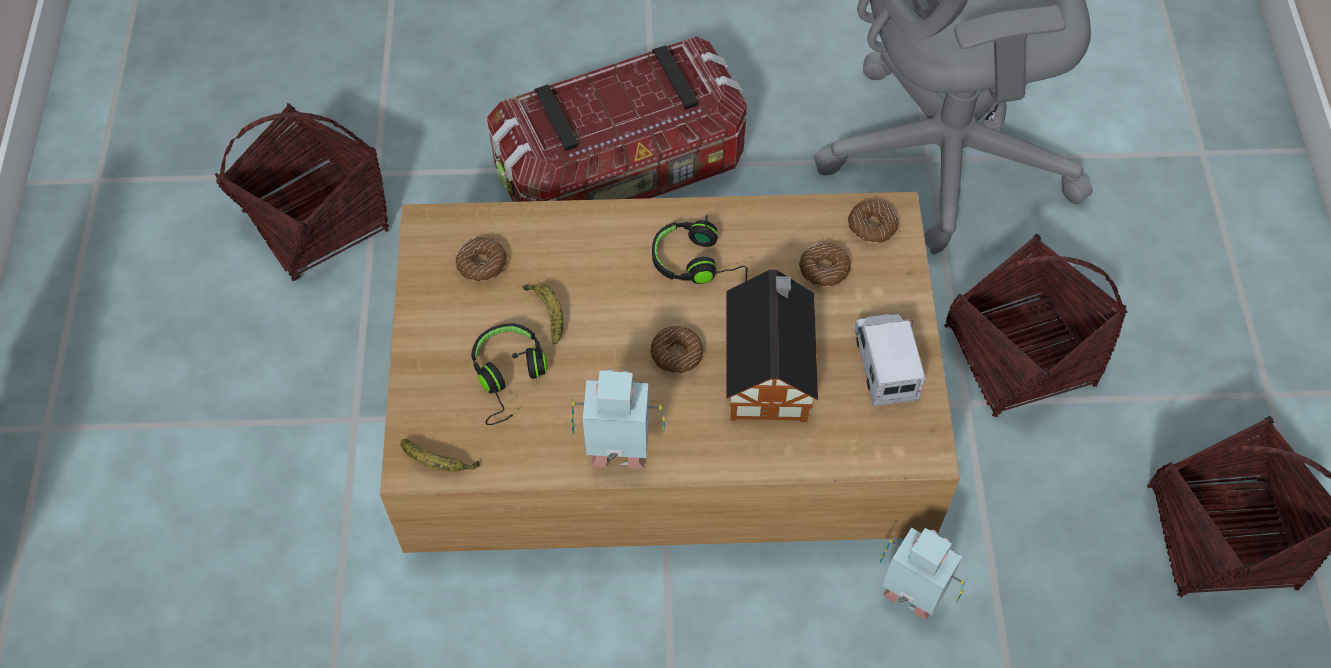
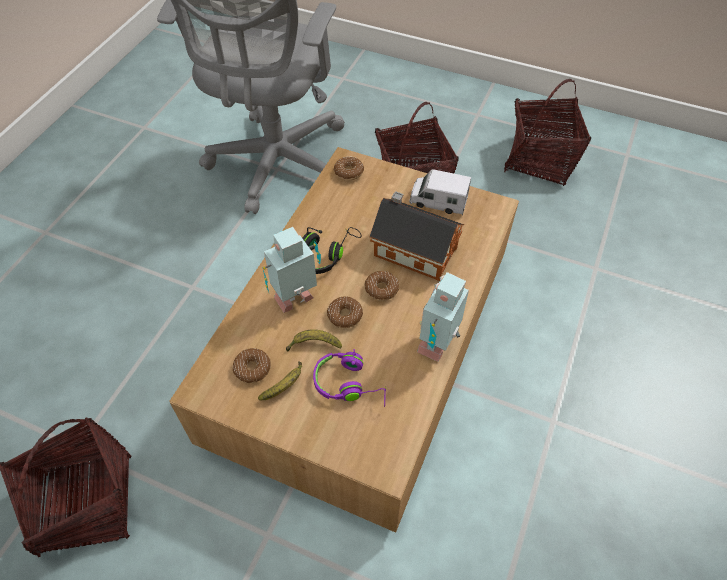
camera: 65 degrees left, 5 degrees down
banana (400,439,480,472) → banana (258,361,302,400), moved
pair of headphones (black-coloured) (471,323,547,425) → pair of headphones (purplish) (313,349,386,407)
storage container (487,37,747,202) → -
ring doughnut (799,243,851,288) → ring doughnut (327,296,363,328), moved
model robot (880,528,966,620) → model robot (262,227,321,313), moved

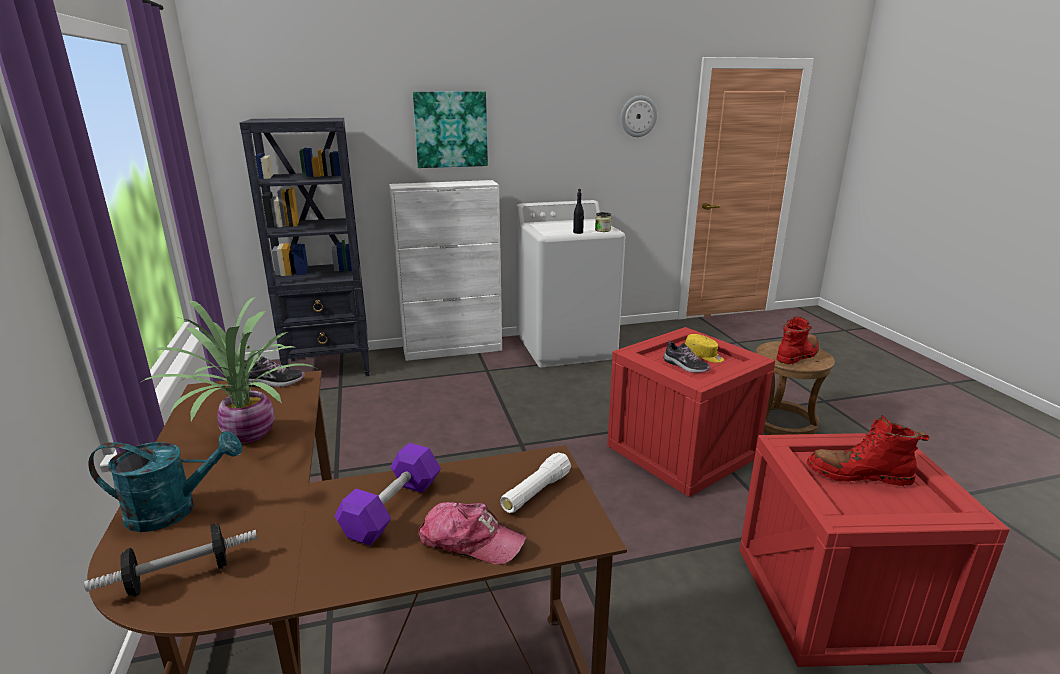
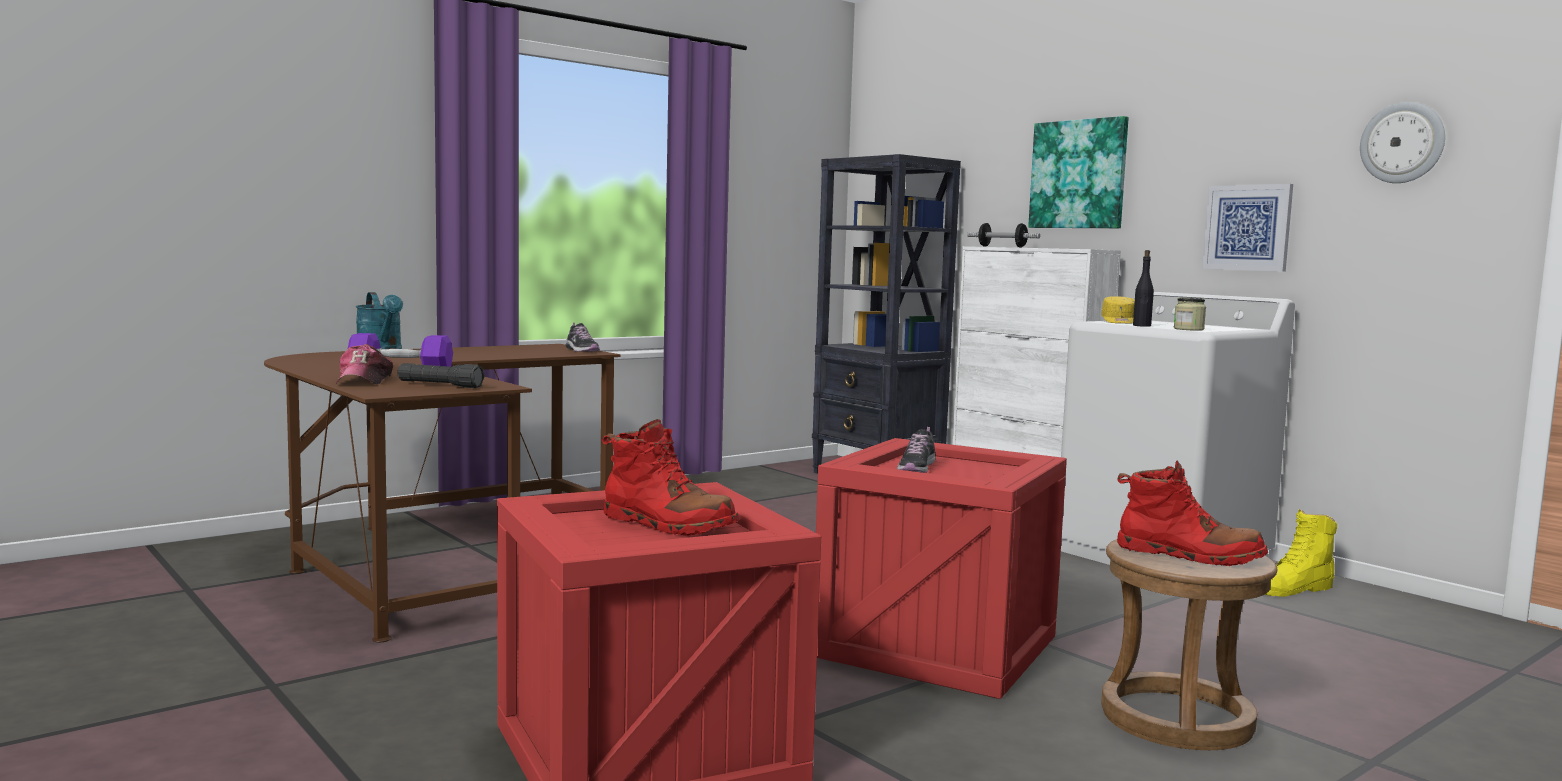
camera: 65 degrees right, 15 degrees down
hand weight (84,524,258,597) → hand weight (967,223,1040,247), moved
houseplant (140,297,315,443) → -
torch (white) (500,453,571,513) → torch (black-coloured) (397,363,485,388)
cap (yellow) (685,334,724,363) → cap (yellow) (1101,296,1135,324), moved
high-top boot (red-coloured) (807,415,929,486) → high-top boot (red-coloured) (601,419,739,536), 135 degrees clockwise
- → picture (1202,184,1293,272)
- → high-top boot (yellow) (1265,509,1337,597)

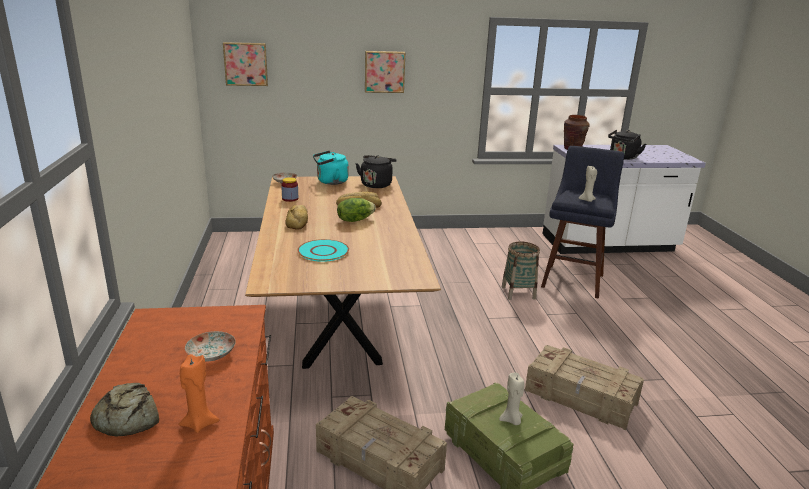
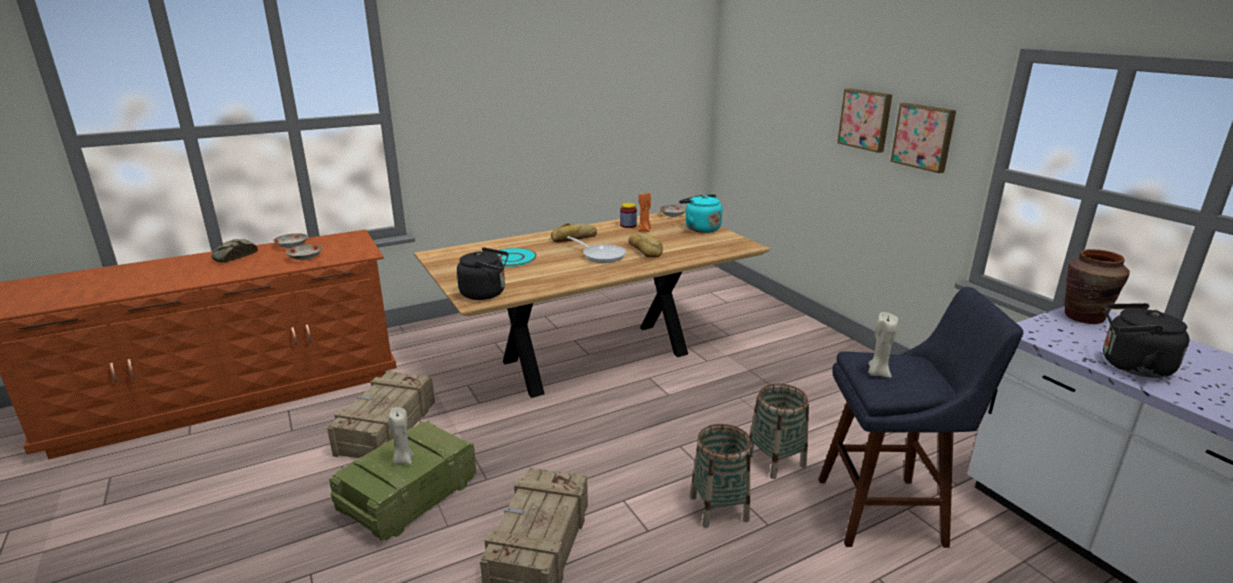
camera: 70 degrees right, 0 degrees up
wax light (orange) (178,354,219,433) → wax light (orange) (638,192,651,232), moved
picture (223,42,268,86) → picture (890,103,956,173), moved
lettuce head (337,198,376,222) → frying pan (567,236,626,263)
water kettle (black-coloured) (356,155,397,188) → water kettle (black-coloured) (457,247,509,300), moved
- → flat dish (273,233,308,248)
- → household basket (690,424,752,528)

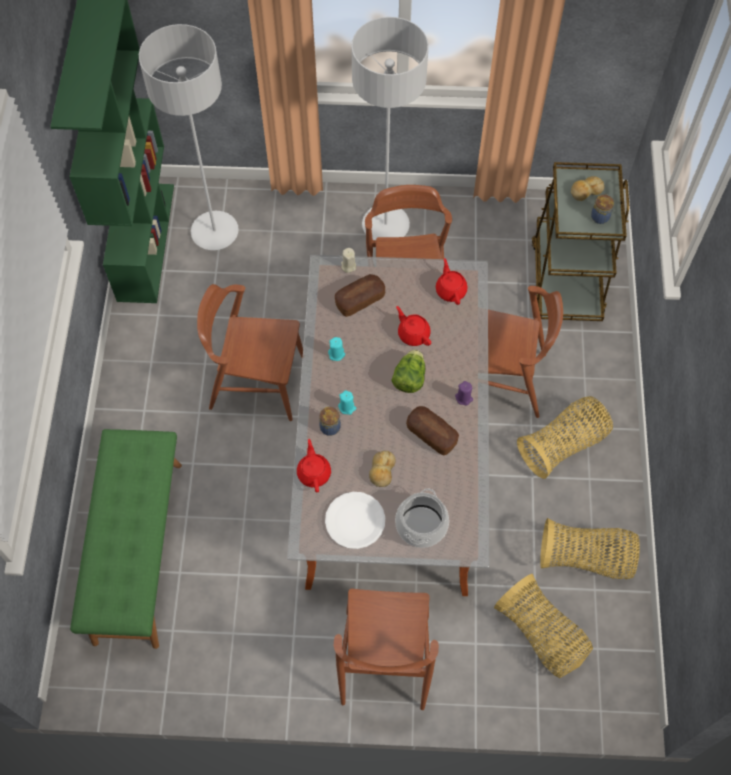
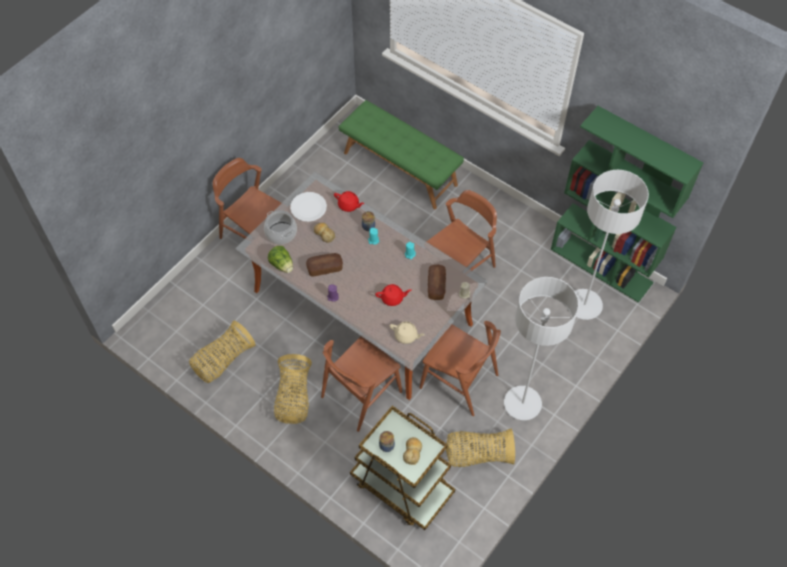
camera: 125 degrees right, 5 degrees down
lettuce head (391,349,425,393) → lettuce head (268,246,293,273), moved
pot for tea (red-coloured) (436,258,468,305) → pot for tea (sand-coloured) (390,321,425,344)
household basket (494,574,593,678) → household basket (446,429,515,467), moved

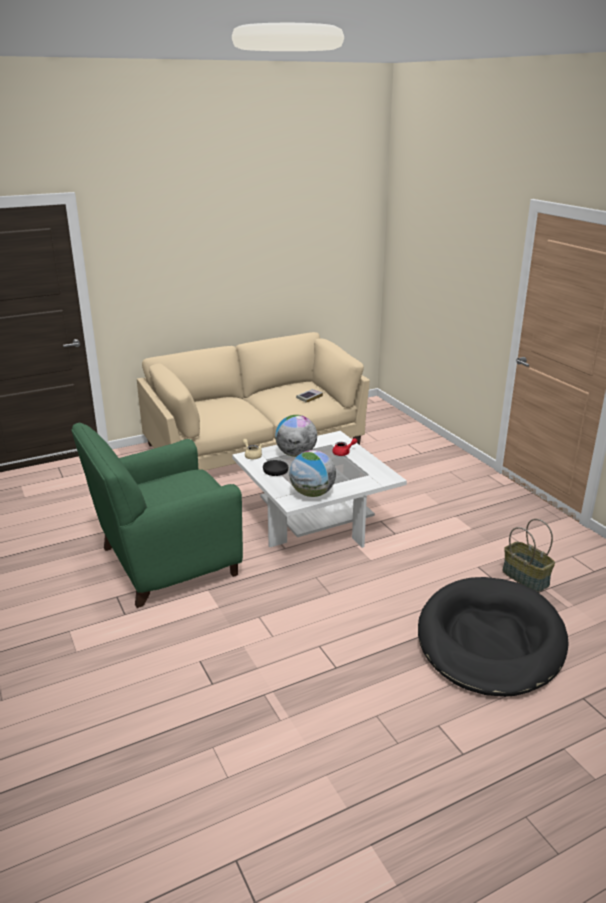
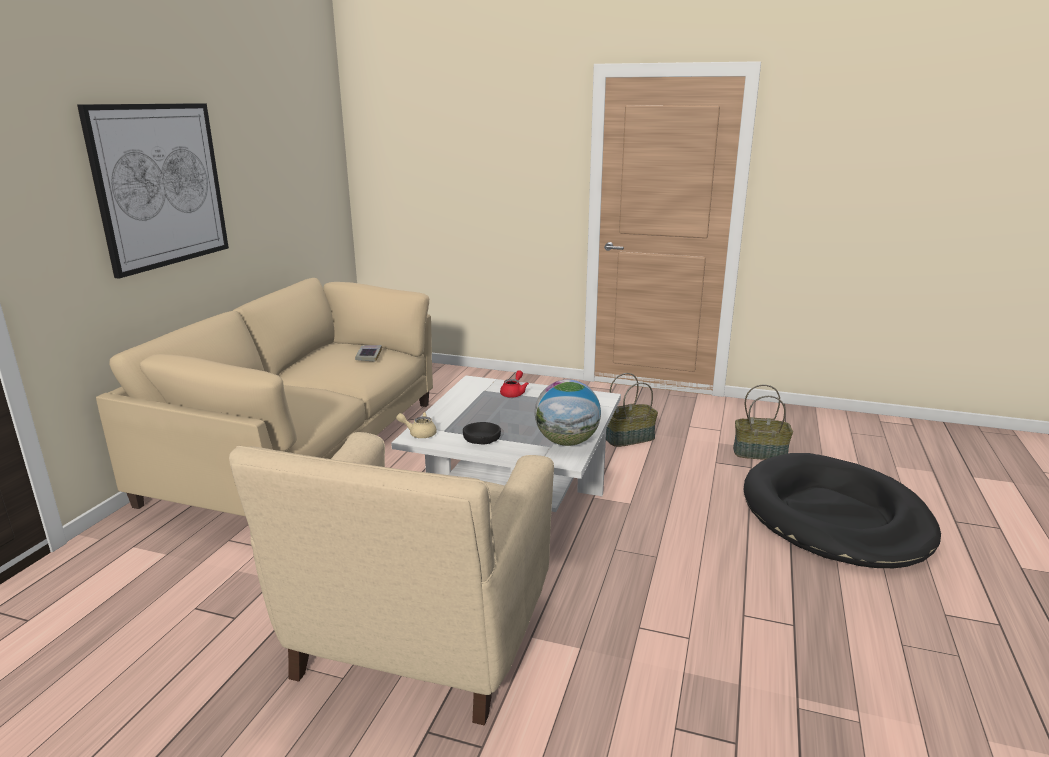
camera: 45 degrees left, 5 degrees down
lounge chair (green) (72,422,243,608) → lounge chair (sand-coloured) (229,432,554,725)
world globe (275,415,317,457) → -
- → picture (77,103,229,279)
- → household basket (606,373,658,447)

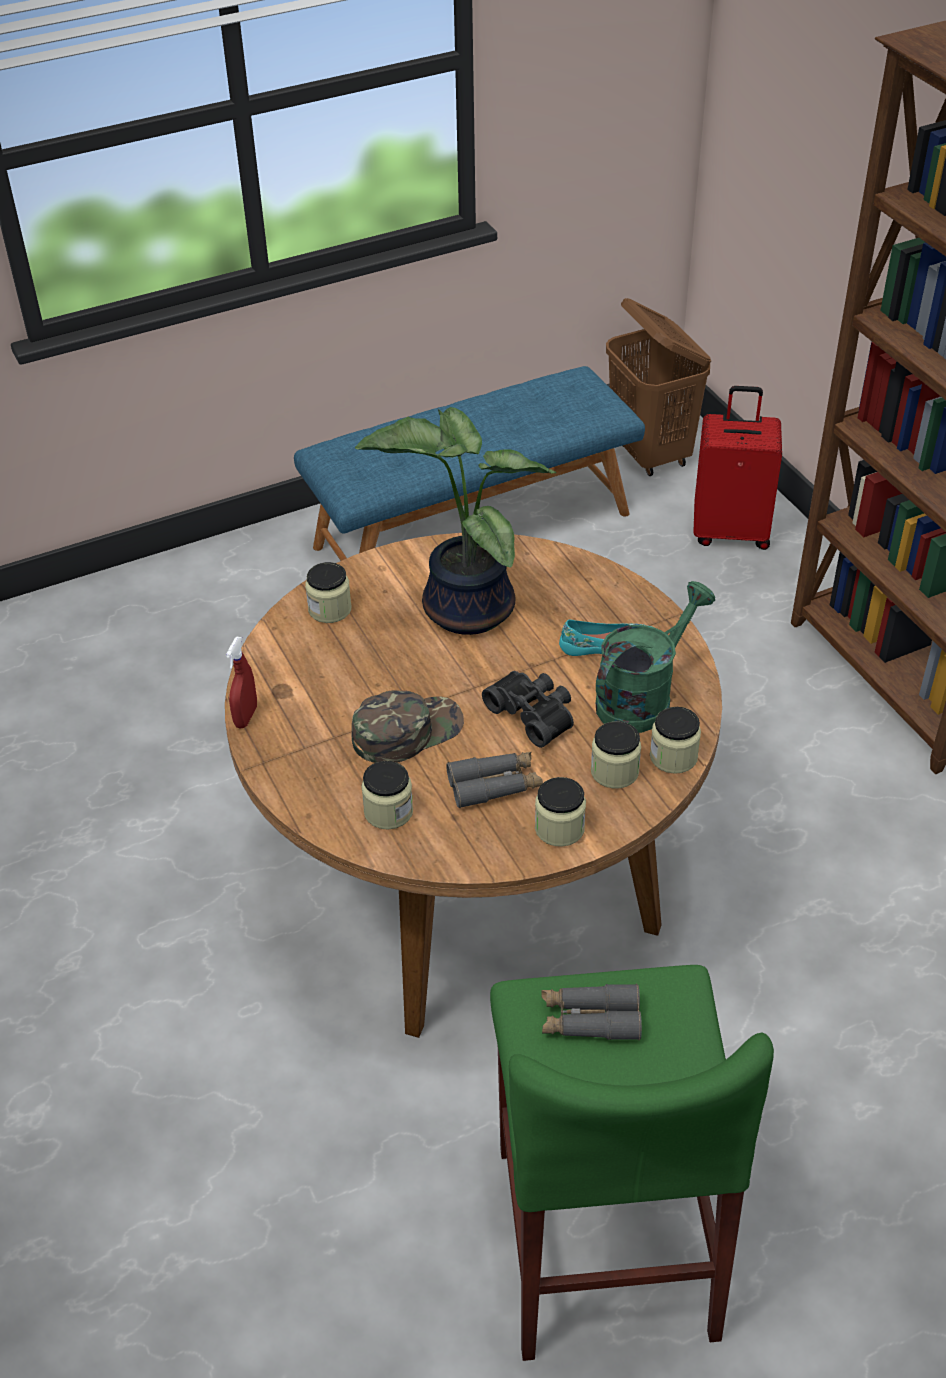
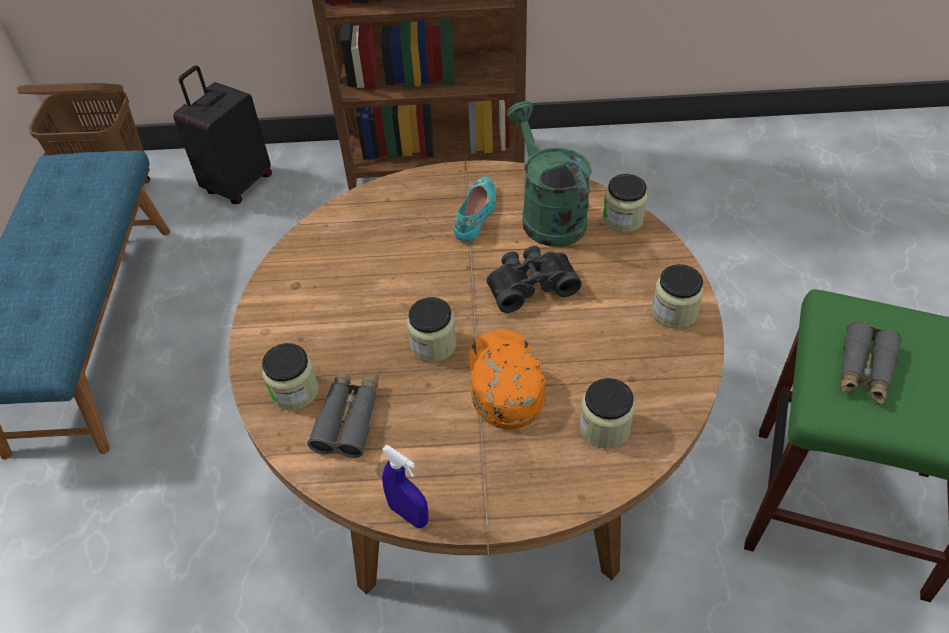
camera: 65 degrees left, 5 degrees up
hand sprayer (red-coloured) (226,637,257,728) → hand sprayer (bluish) (382,444,429,528)
cap (green) (352,690,464,763) → cap (orange) (469,330,546,430)
houseplant (355,407,556,635) → -
binoculars (greyish) (446,751,543,808) → binoculars (greyish) (307,370,379,458), moved
storage jar (591,721,641,789) → storage jar (407,297,456,362), moved
suitcase (red-coloured) (693,386,782,550) → suitcase (black-coloured) (173,65,272,204)

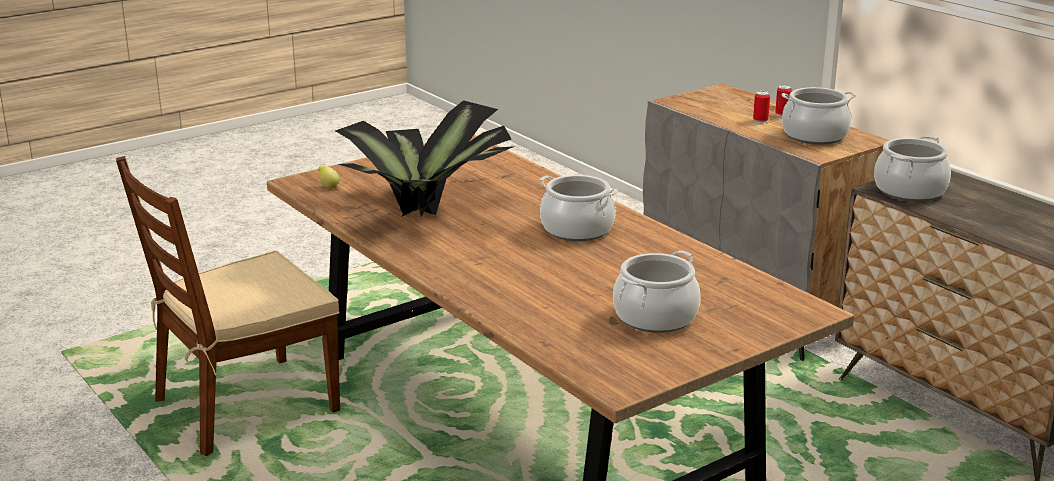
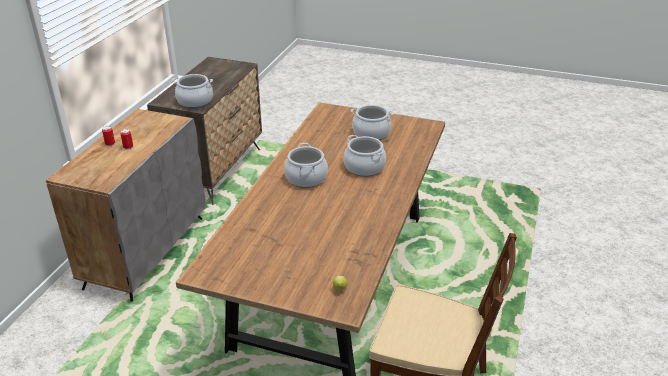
camera: 125 degrees left, 10 degrees up
houseplant (335,100,515,217) → -
cooking pot (781,87,856,145) → cooking pot (344,135,386,176), moved

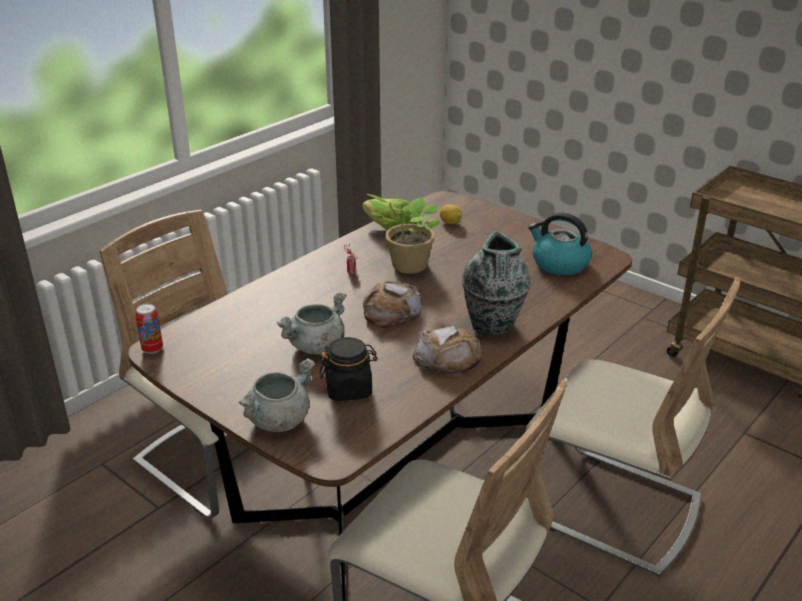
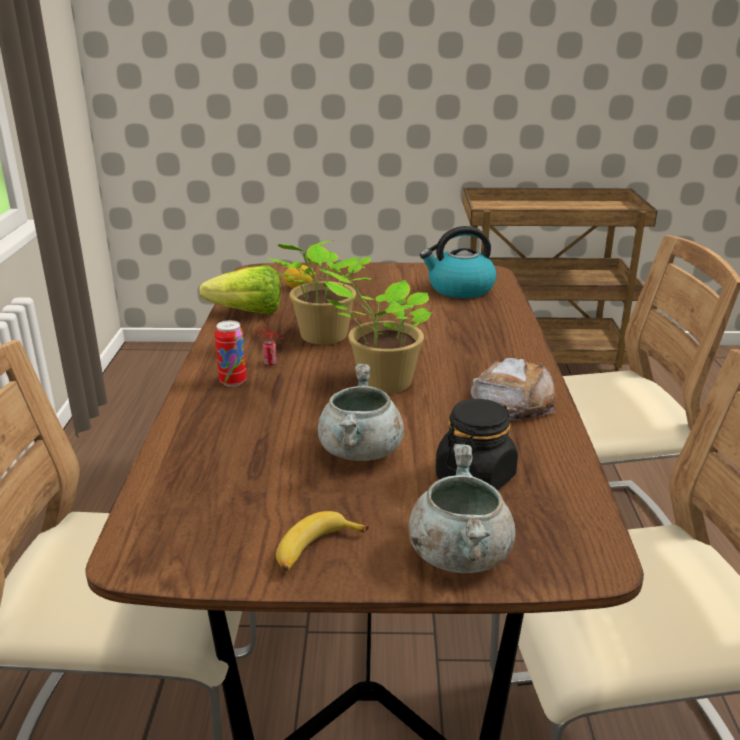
camera: 40 degrees left, 5 degrees down
sealed can (135,304,163,354) → sealed can (215,320,247,387), moved
bread (363,281,421,328) → houseplant (319,269,432,394)
flower vase (462,231,530,336) → -
- → banana (276,511,369,572)

